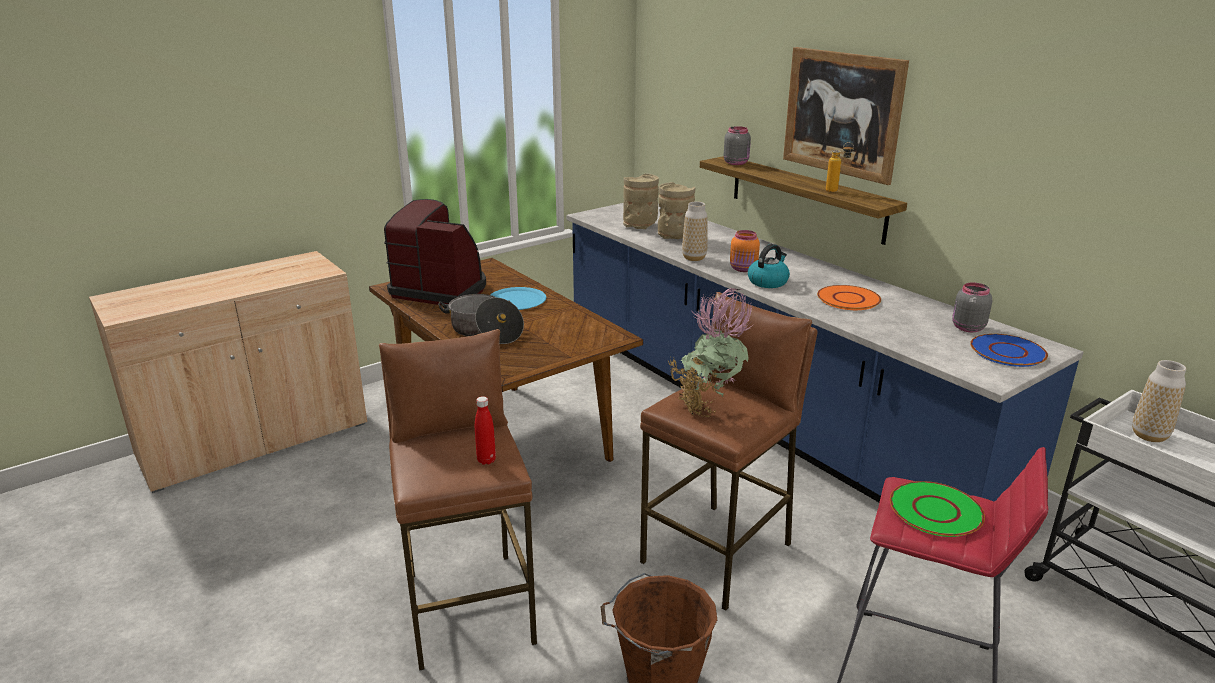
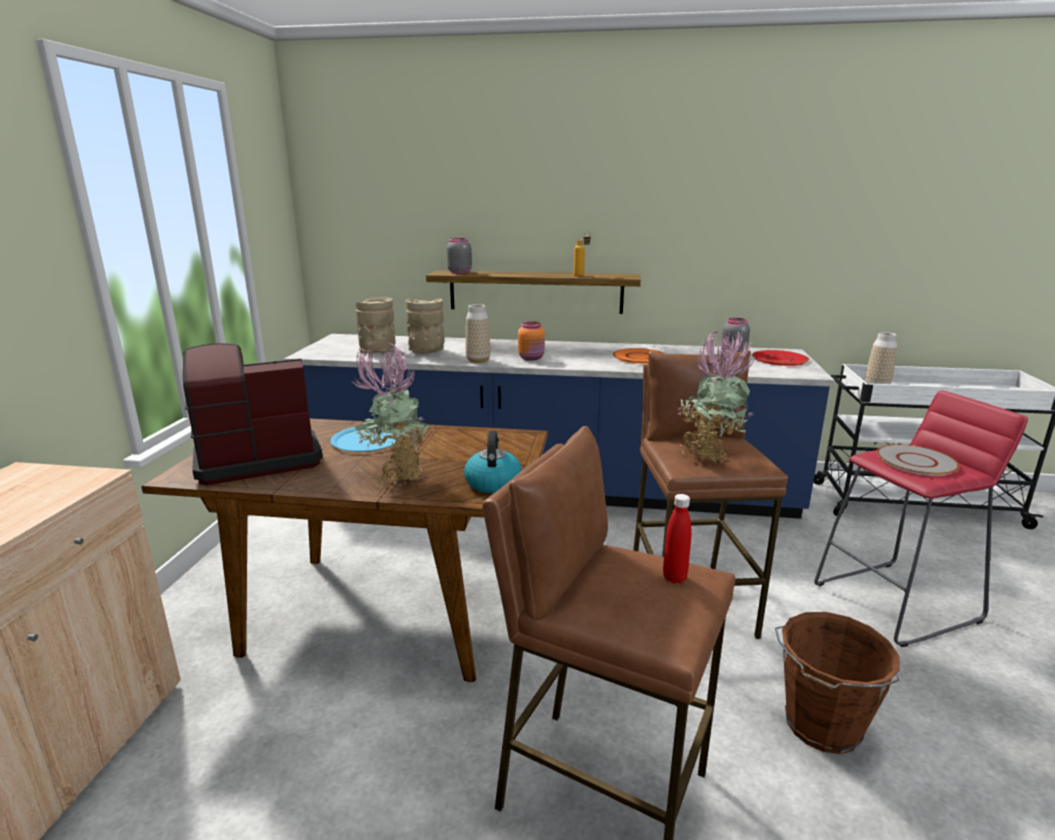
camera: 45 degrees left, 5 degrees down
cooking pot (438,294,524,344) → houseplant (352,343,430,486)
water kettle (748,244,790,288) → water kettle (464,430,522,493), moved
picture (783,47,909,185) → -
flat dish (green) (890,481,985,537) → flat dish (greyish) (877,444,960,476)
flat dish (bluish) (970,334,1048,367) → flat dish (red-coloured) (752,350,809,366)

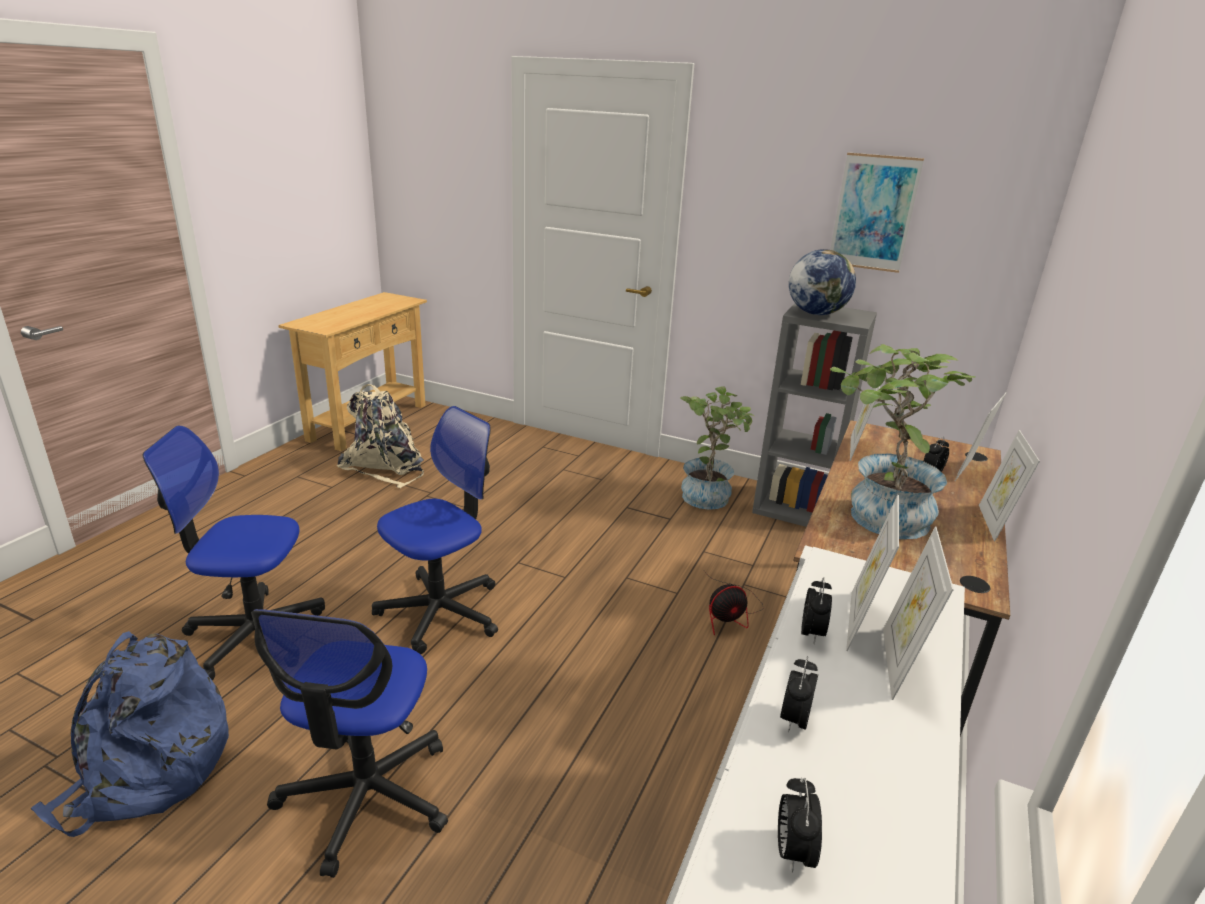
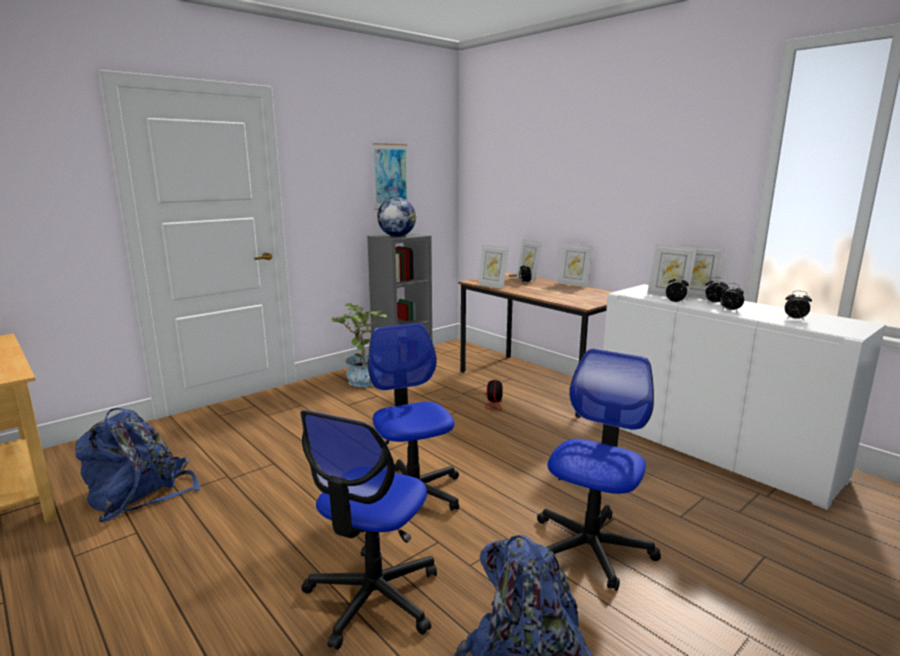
camera: 65 degrees left, 10 degrees down
office chair (251,609,448,878) → office chair (537,349,661,591), 90 degrees counterclockwise
rucksack (sand-coloured) (337,384,424,488) → rucksack (bluish) (75,408,200,522)
houseplant (830,344,976,539) → -
- → table clock (705,277,728,303)

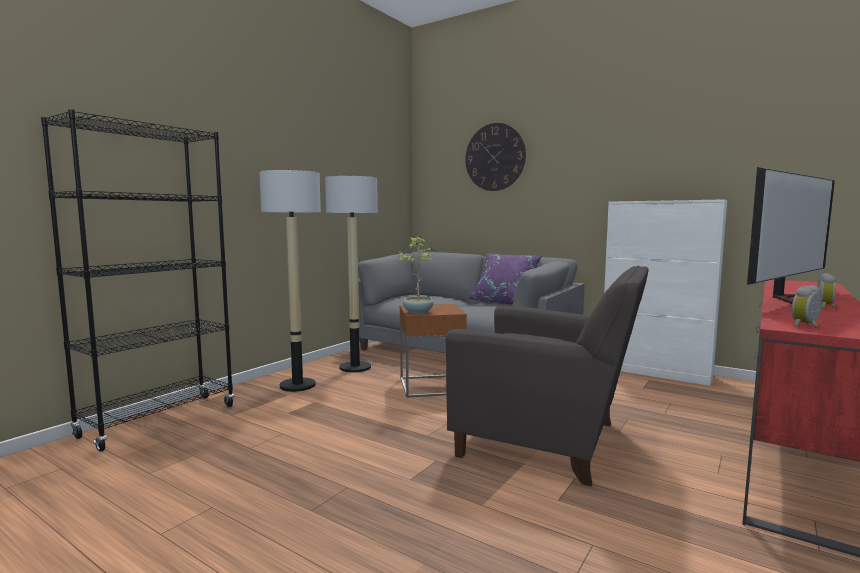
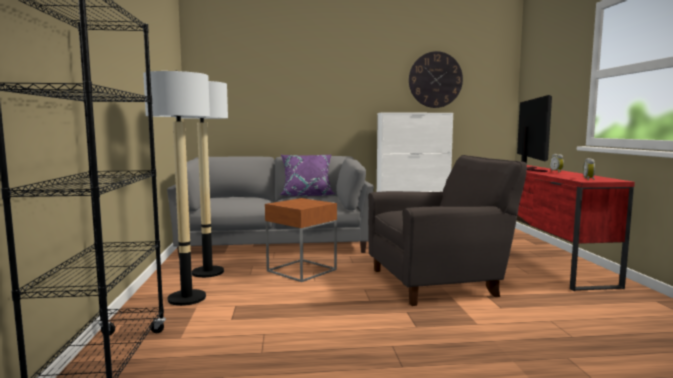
camera: 40 degrees left, 0 degrees up
houseplant (396,236,437,314) → -
wall clock (465,123,526,191) → wall clock (409,51,463,108), moved

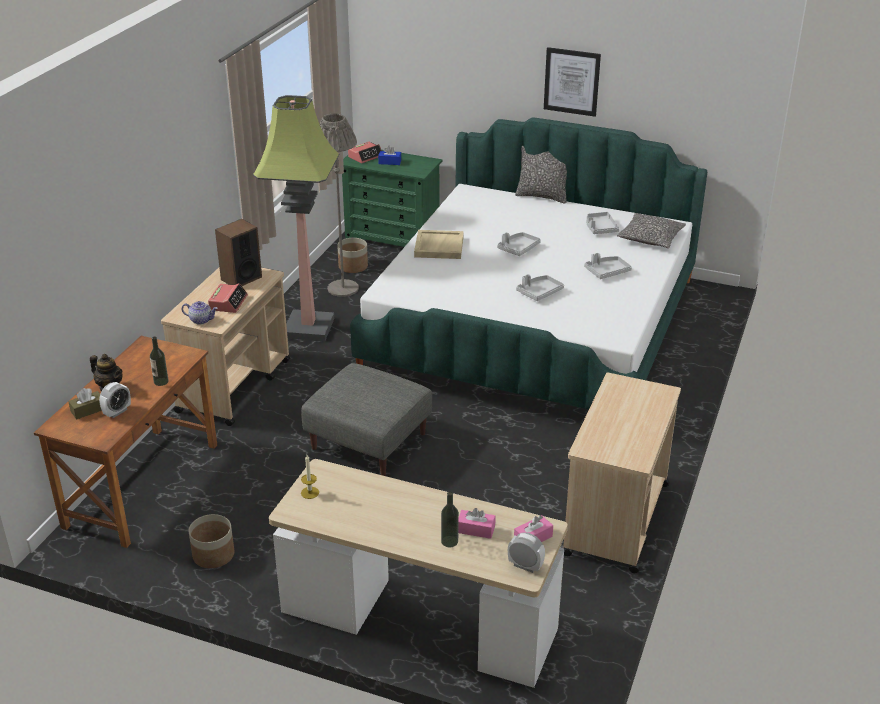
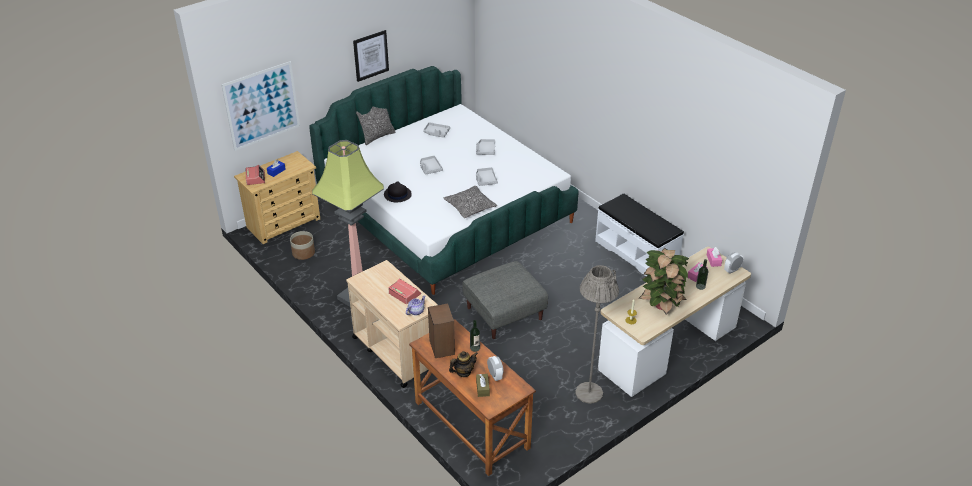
camera: 60 degrees left, 5 degrees up
plant pot (188,514,234,568) → -
speaker (215,219,262,286) → speaker (428,303,455,358), moved
standard lamp (greyish) (319,114,359,297) → standard lamp (greyish) (575,265,619,404), moved
drawer chest (green) (342,150,442,247) → drawer chest (sand-coloured) (234,151,320,244)
carrying tray (sand-coloured) (414,230,464,259) → hat (black-coloured) (384,181,412,202)
wheeled cart (sand-coloured) (563,373,681,573) → long seat (white) (595,193,684,277)
throw pillow (617,213,686,248) → throw pillow (444,186,497,218), moved
- → picture (221,61,300,151)
- → houseplant (639,248,689,315)

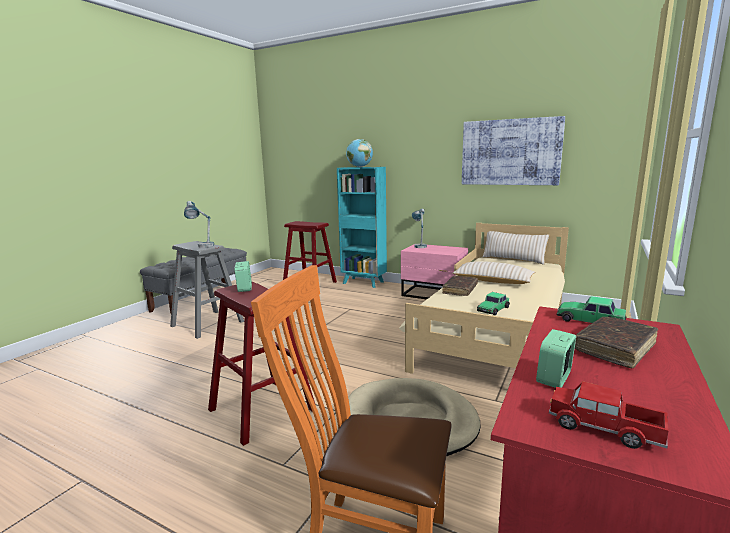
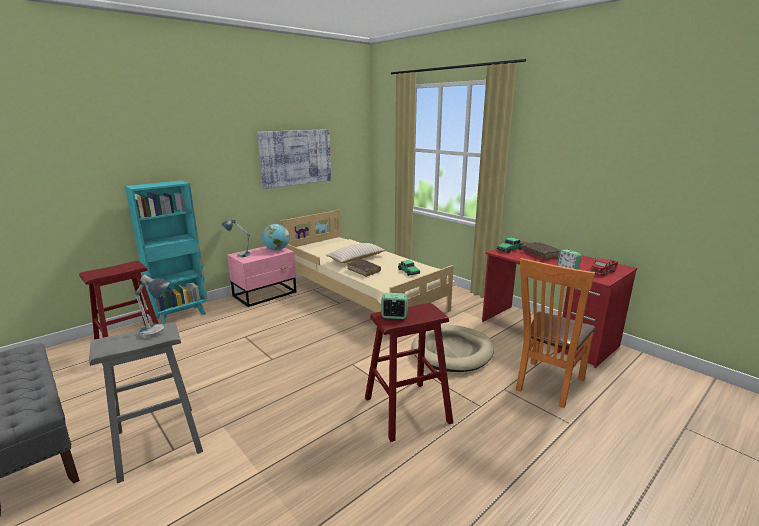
camera: 70 degrees left, 5 degrees up
world globe (346,139,373,167) → world globe (262,224,290,251), moved
throw pillow (sand-coloured) (482,231,549,265) → -

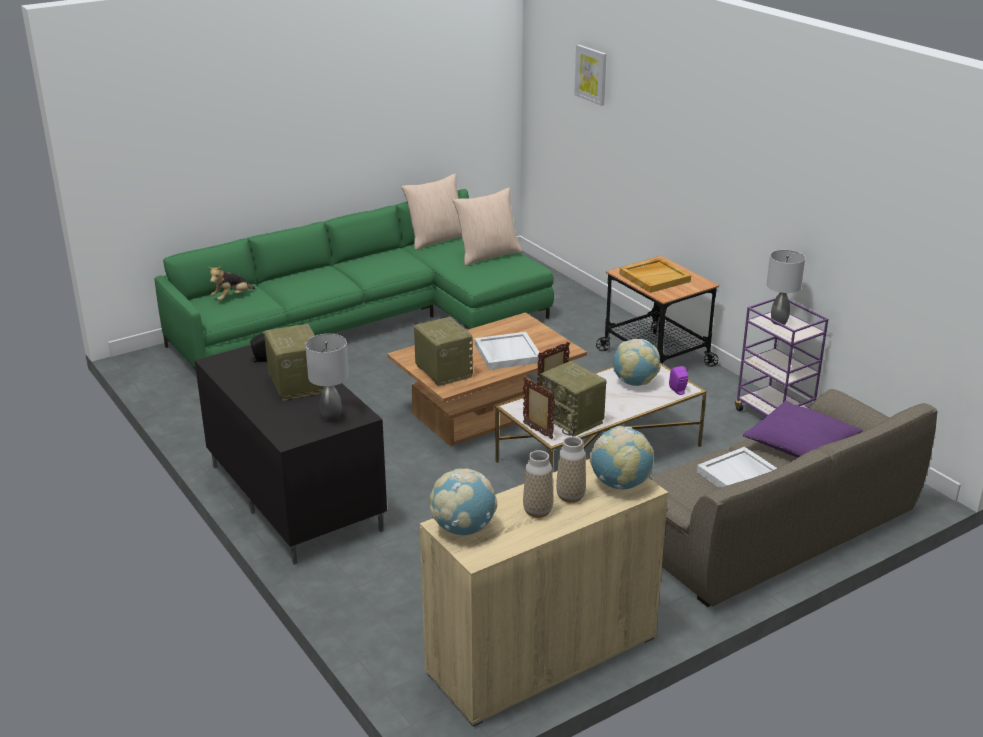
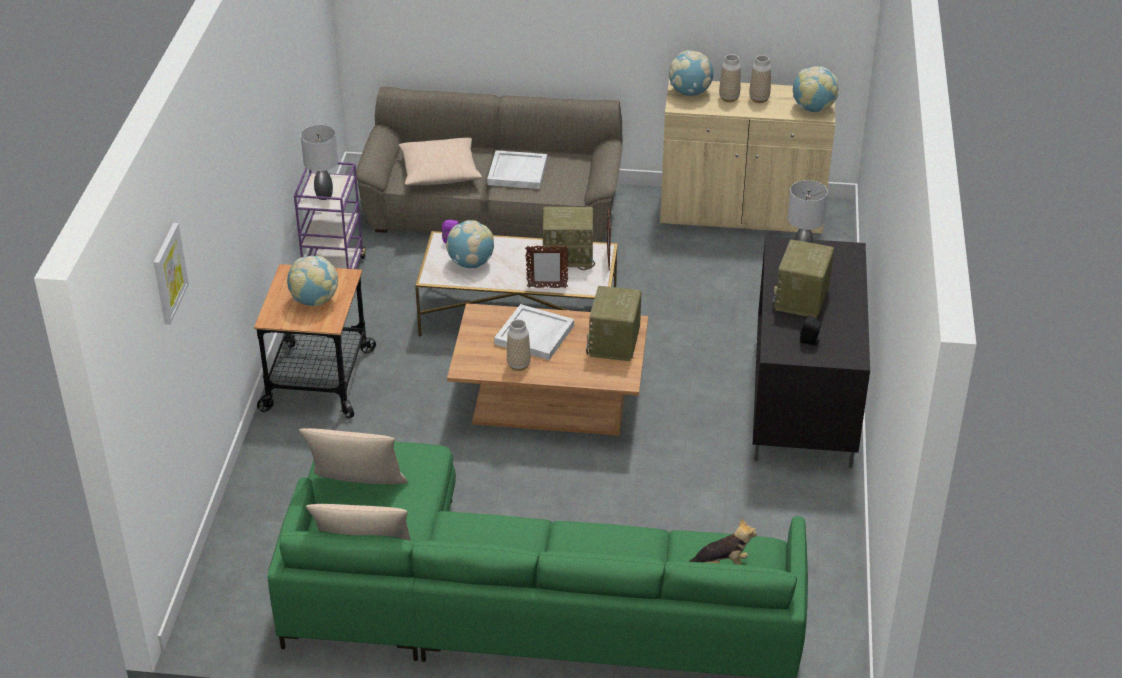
camera: 140 degrees left, 10 degrees up
radio set (539,361,607,437) → radio set (543,206,595,270), 90 degrees clockwise
carrying tray (sand-coloured) (619,258,691,293) → world globe (287,256,338,306)
throw pillow (purplish) (743,401,863,458) → throw pillow (sand-coloured) (399,138,482,185)
- → flower vase (507,319,531,371)

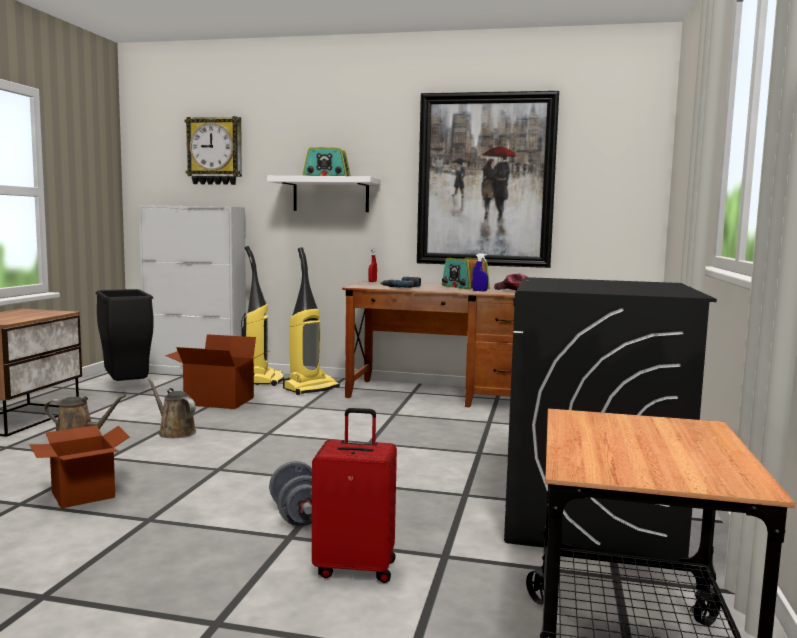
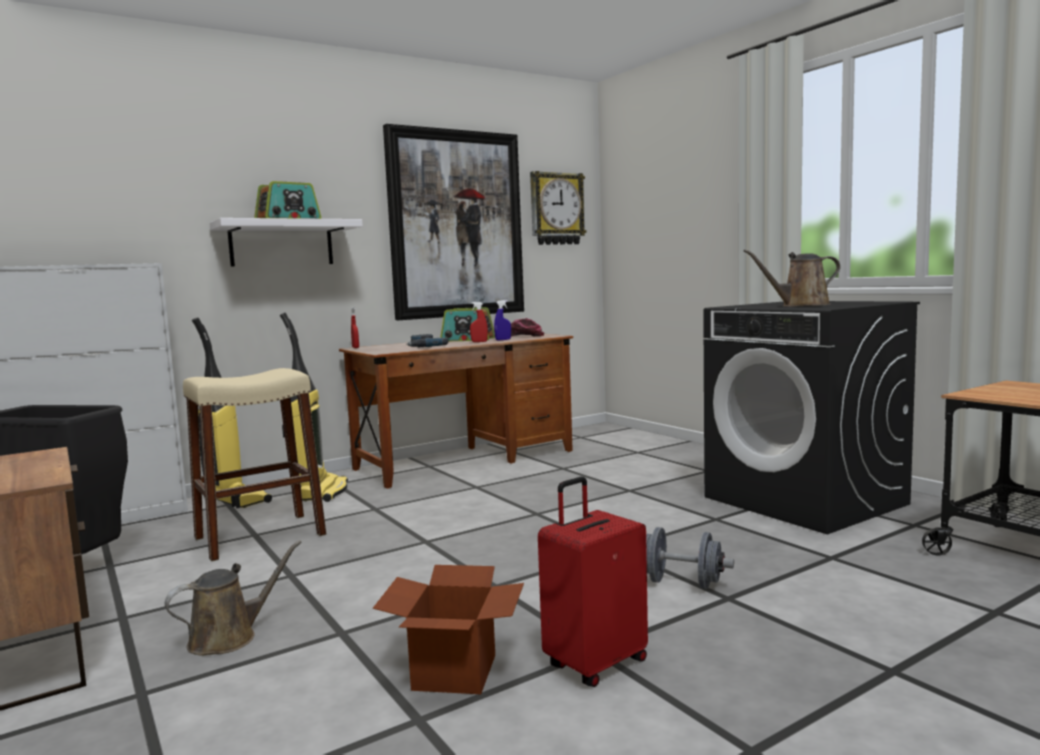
camera: 45 degrees left, 0 degrees up
sprinkling can (brown-coloured) (148,378,196,438) → sprinkling can (brown-coloured) (743,249,841,307), moved
packing box (165,334,269,409) → stool (sand-coloured) (183,368,326,561)
wall clock (185,116,242,185) → wall clock (530,171,587,245), moved
suitcase (red-coloured) (312,408,397,583) → suitcase (red-coloured) (538,477,648,687), moved
- → hand sprayer (red-coloured) (470,302,488,342)

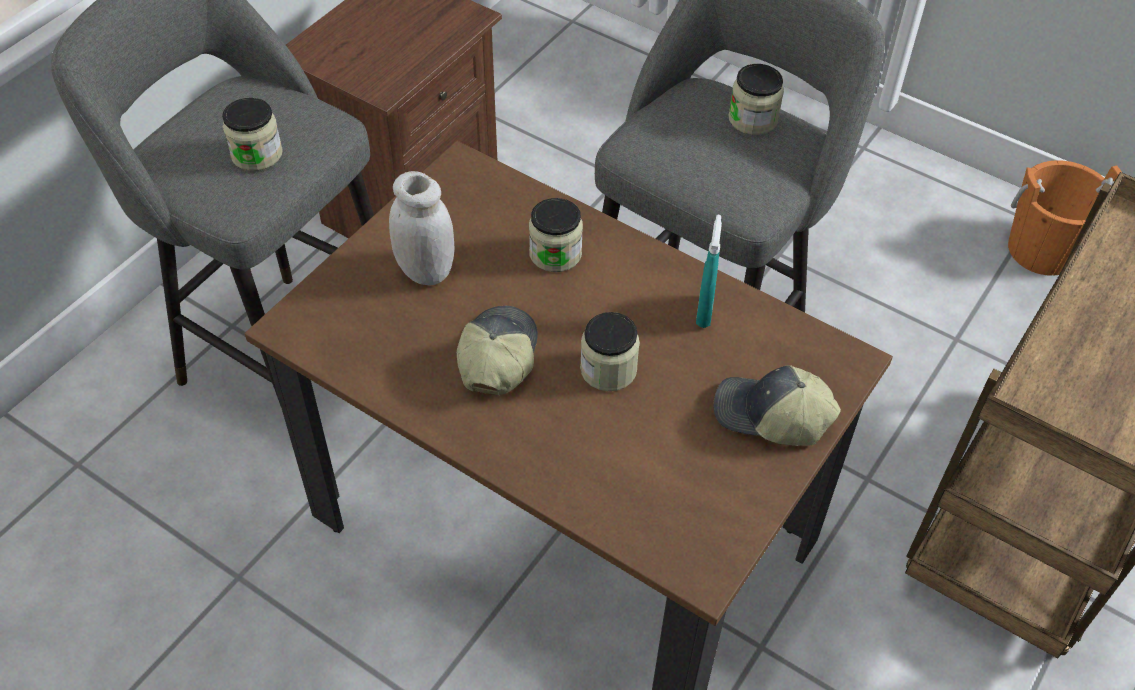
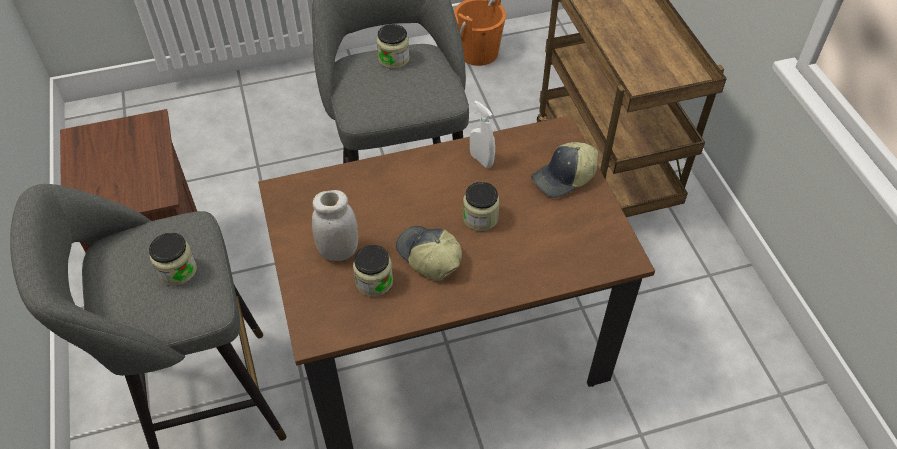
camera: 50 degrees left, 0 degrees up
storage jar (529,198,583,272) → storage jar (353,245,393,297), moved
hand sprayer (turquoise) (696,215,722,328) → hand sprayer (white) (470,101,495,168)

